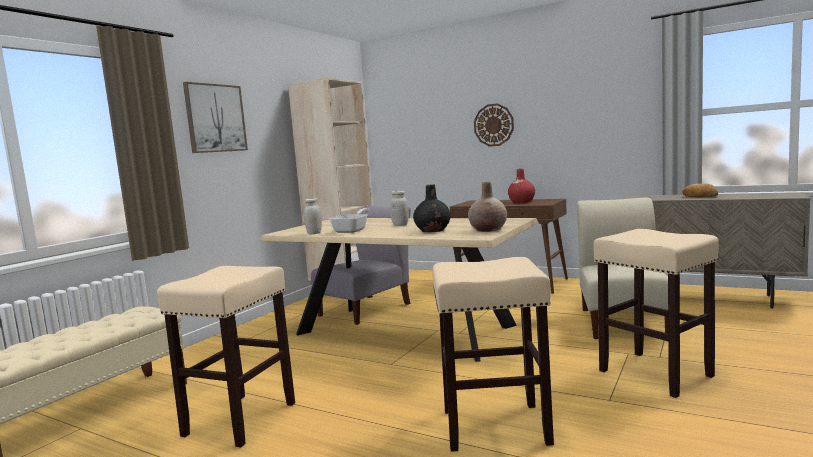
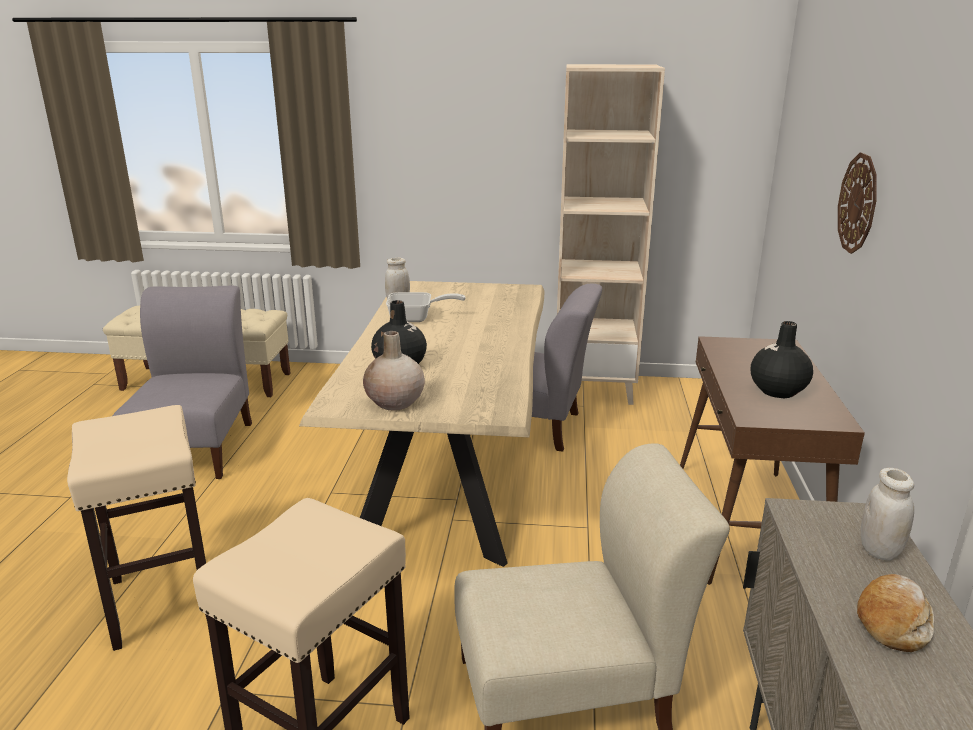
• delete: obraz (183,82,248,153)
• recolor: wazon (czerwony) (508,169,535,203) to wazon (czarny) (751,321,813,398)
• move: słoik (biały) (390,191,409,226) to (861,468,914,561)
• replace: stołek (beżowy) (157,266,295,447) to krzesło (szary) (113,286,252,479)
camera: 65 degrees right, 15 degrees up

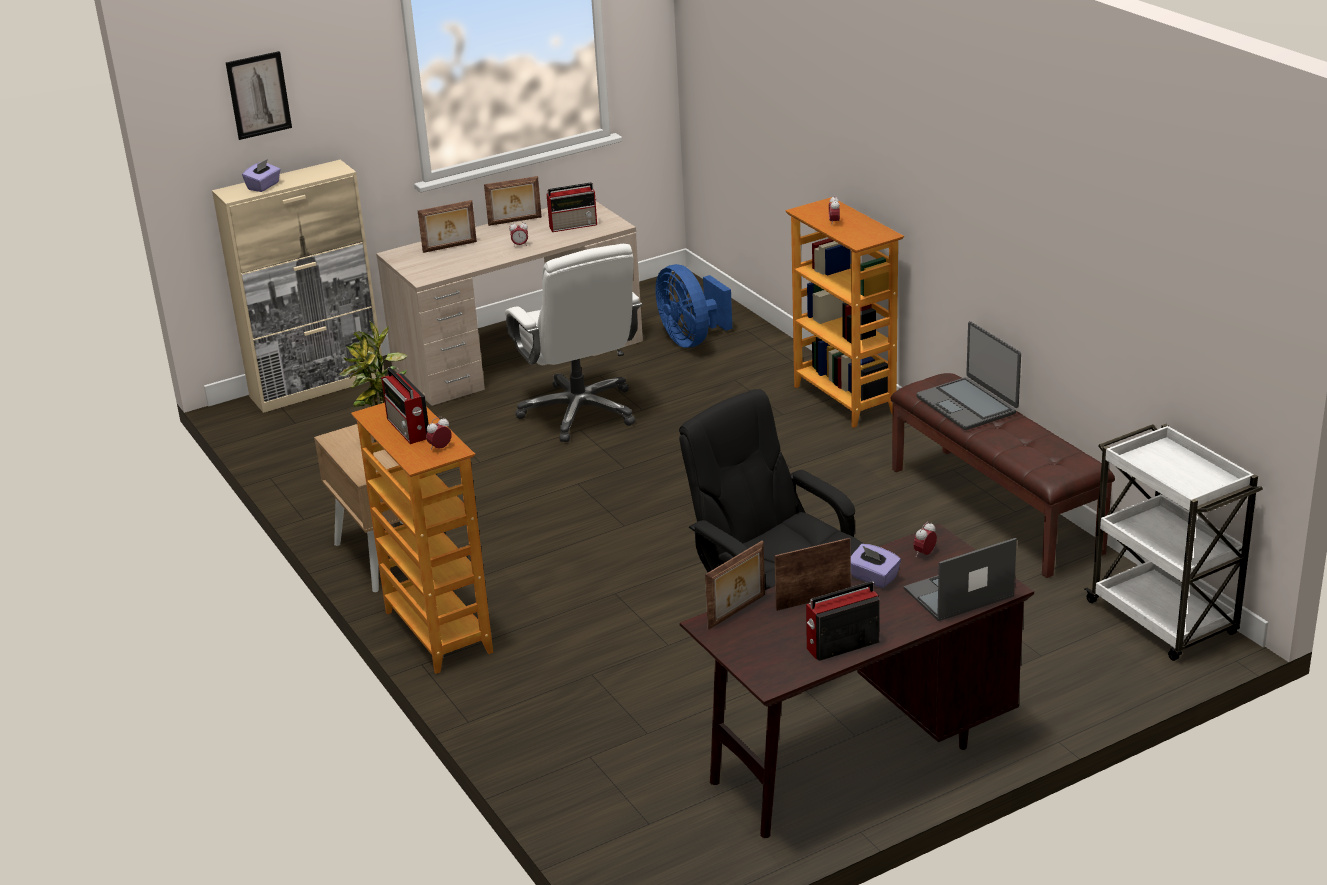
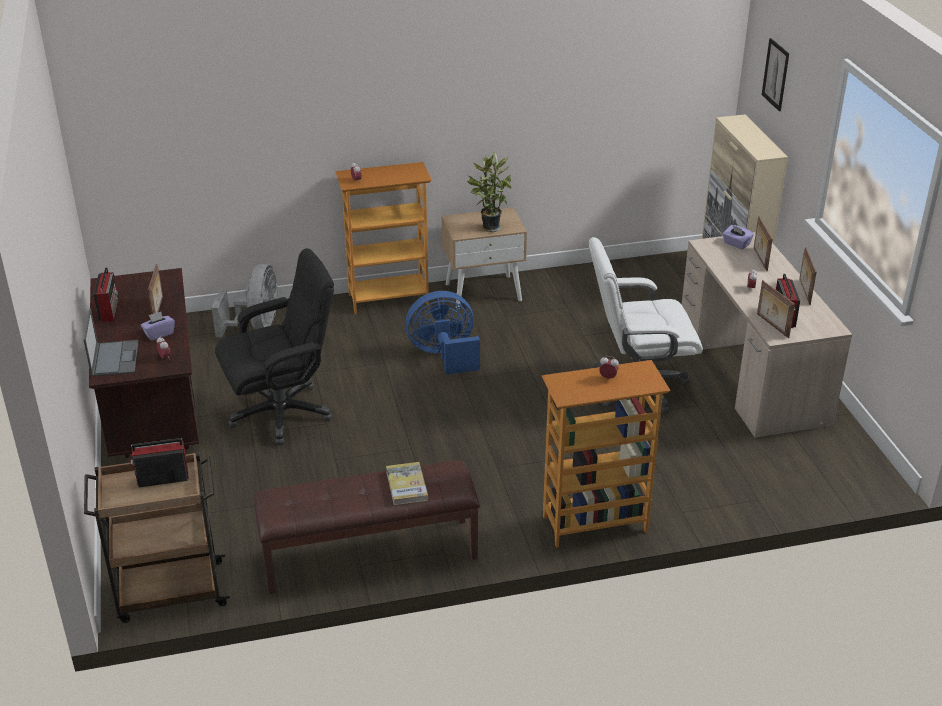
• move: pudełko chusteczek (fioletowy) (242,159,281,192) to (722,225,754,249)
• move: wentylator (niebieski) (656,264,732,348) to (405,291,480,374)
• replace: laptop (916,321,1021,430) to książka (386,462,428,505)
• move: radio (381,367,429,444) to (131,438,189,488)
• recolor: wózek (biały) (1084,424,1263,661) to wózek (brązowy) (84,452,230,623)
• move: ramka na zdjęcie (705,540,765,629) to (757,280,795,338)
• insert: wentylator (szary) (212,263,278,338)
camera: 105 degrees right, 5 degrees up

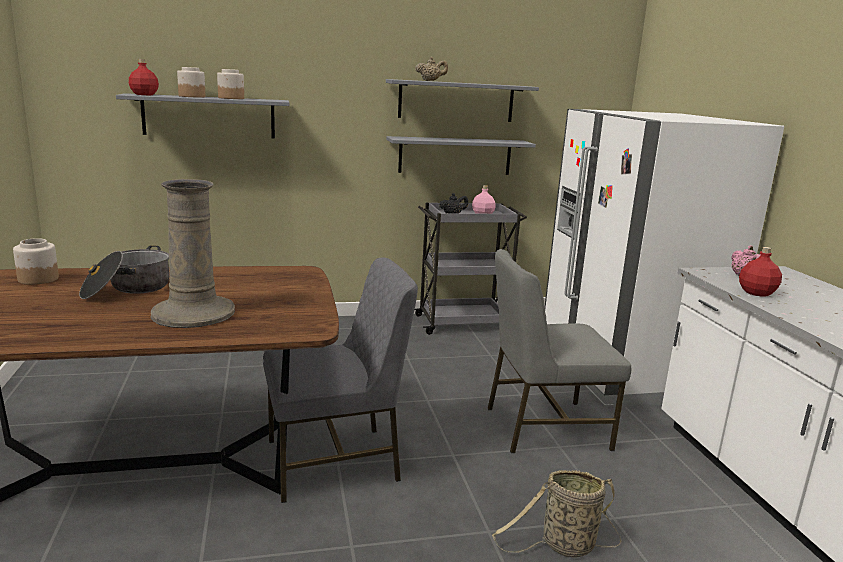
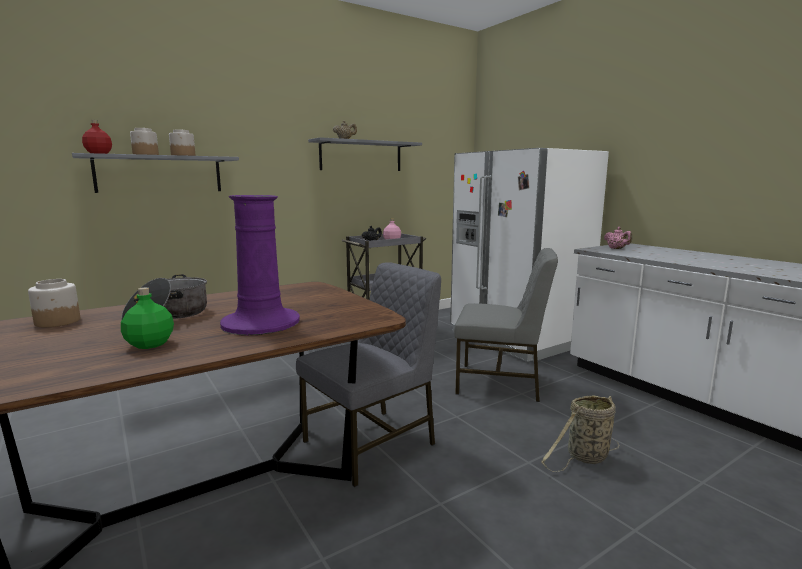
• delete: półka (szary) (386,136,536,175)
• recolor: wazon (beżowy) (151,179,235,328) to wazon (fioletowy) (220,195,300,335)
• delete: butelka (czerwony) (739,247,782,297)
• rotate: krzesło (szary) (488,249,631,453) = (454,248,558,402) 135 degrees counterclockwise
• insert: butelka (zielony) (121,287,174,349)
camera: 20 degrees left, 5 degrees down

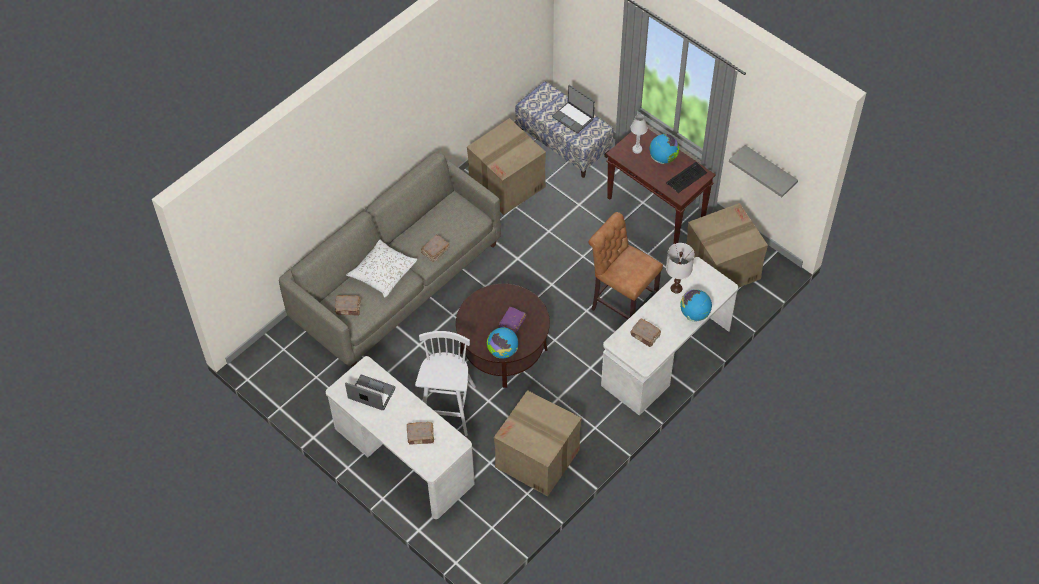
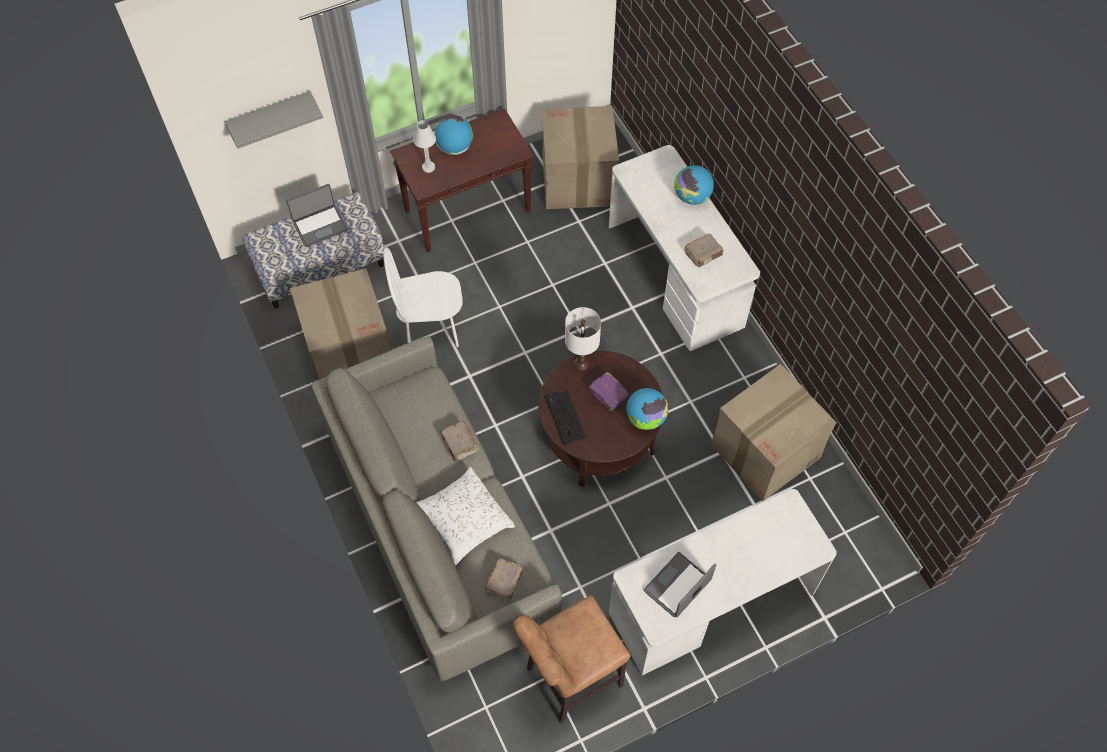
• move: półka (szary) (729,145,798,197) to (225,91,323,149)
• move: klawiatura (666,162,707,193) to (545,391,586,446)
• move: stołek (brązowy) (588,212,663,319) to (513,595,631,723)
• move: lampa stołowa (biały) (666,243,694,293) to (565,307,601,371)
• delete: stołek (biały) (415,331,476,436)
• delete: książka (brązowy) (407,422,434,444)
• insert: krzesło (biały) (384,247,462,347)
camera: 70 degrees left, 5 degrees up

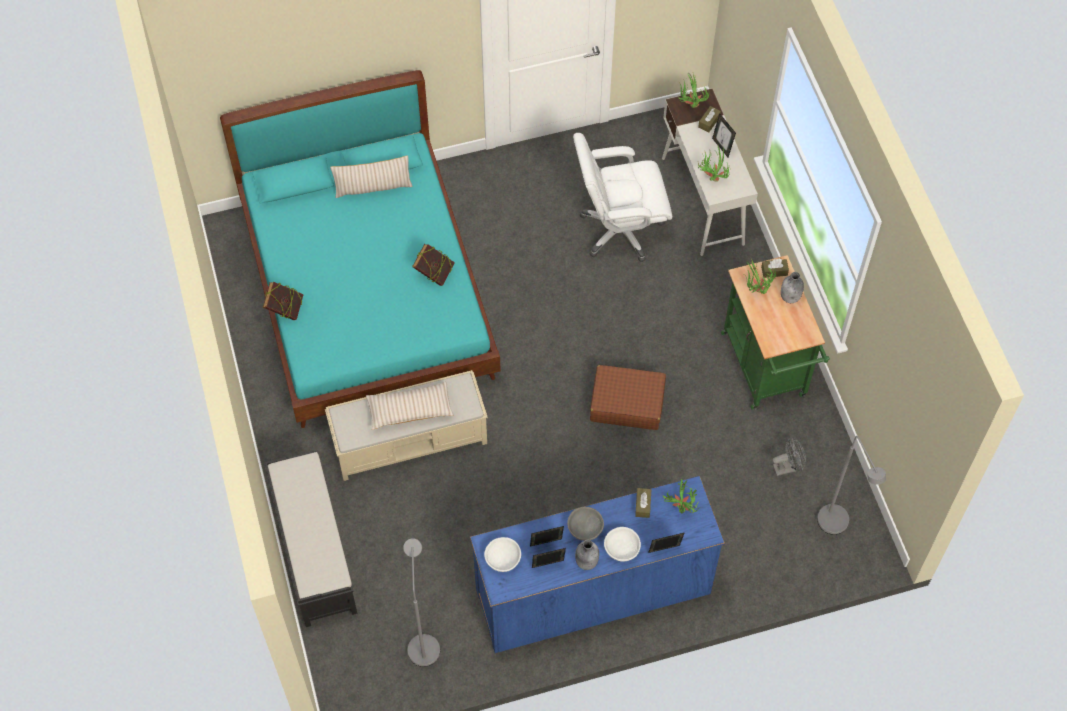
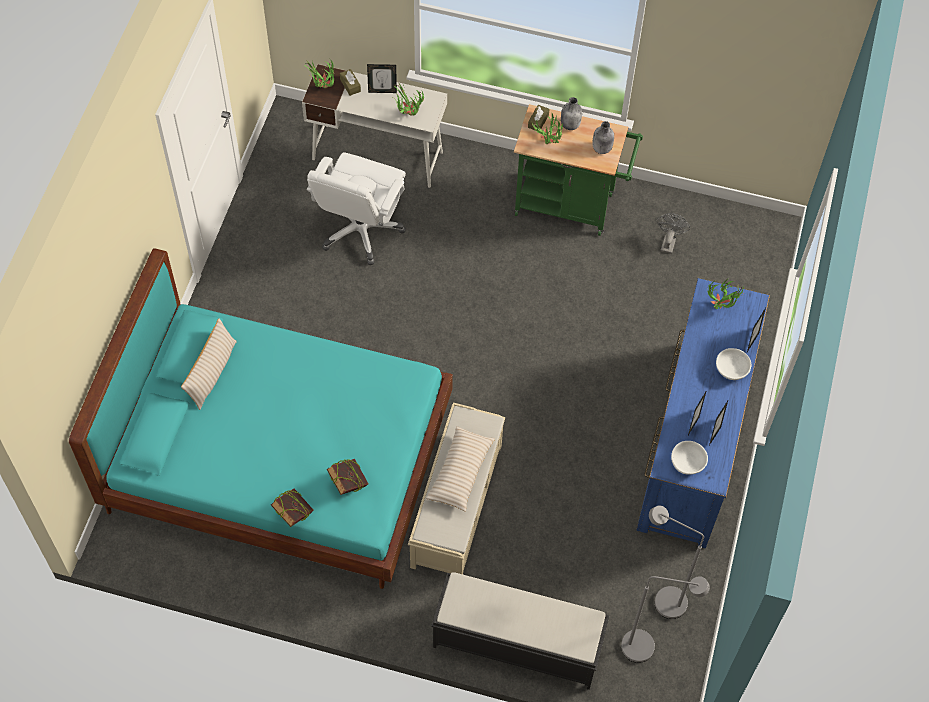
• move: książka (412,244,455,286) to (327,459,368,495)
• delete: walizka (brązowy) (590,365,666,430)
• move: lampa stojąca (szary) (817,436,886,535) to (621,576,710,663)
• delete: pudełko chusteczek (brązowy) (635,488,651,518)
• delete: miska (szary) (567,507,604,541)
• move: butelka (szary) (575,540,599,570) to (593,121,614,154)
camera: 60 degrees left, 0 degrees up

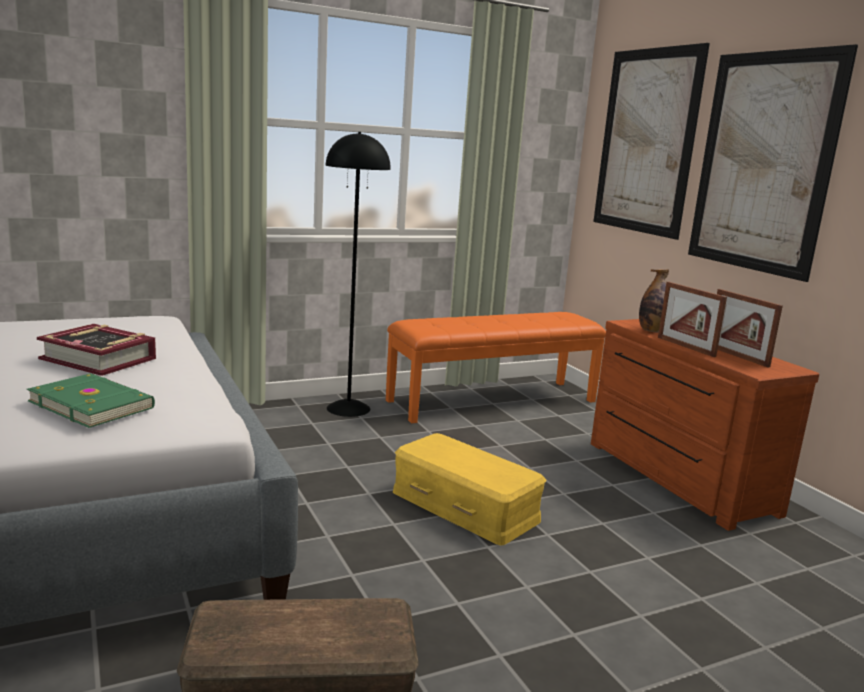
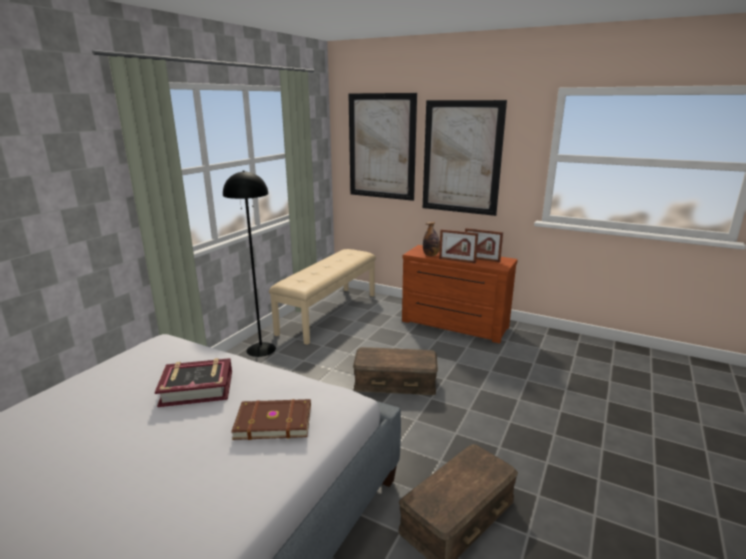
• recolor: ławka (pomarańczowy) (386,312,606,423) to ławka (beżowy) (269,249,376,345)
• recolor: książka (zielony) (27,373,155,428) to książka (brązowy) (231,399,311,440)
• recolor: pojemnik do przechowywania (żółty) (393,433,546,546) to pojemnik do przechowywania (brązowy) (353,347,438,395)
camera: 35 degrees left, 5 degrees up

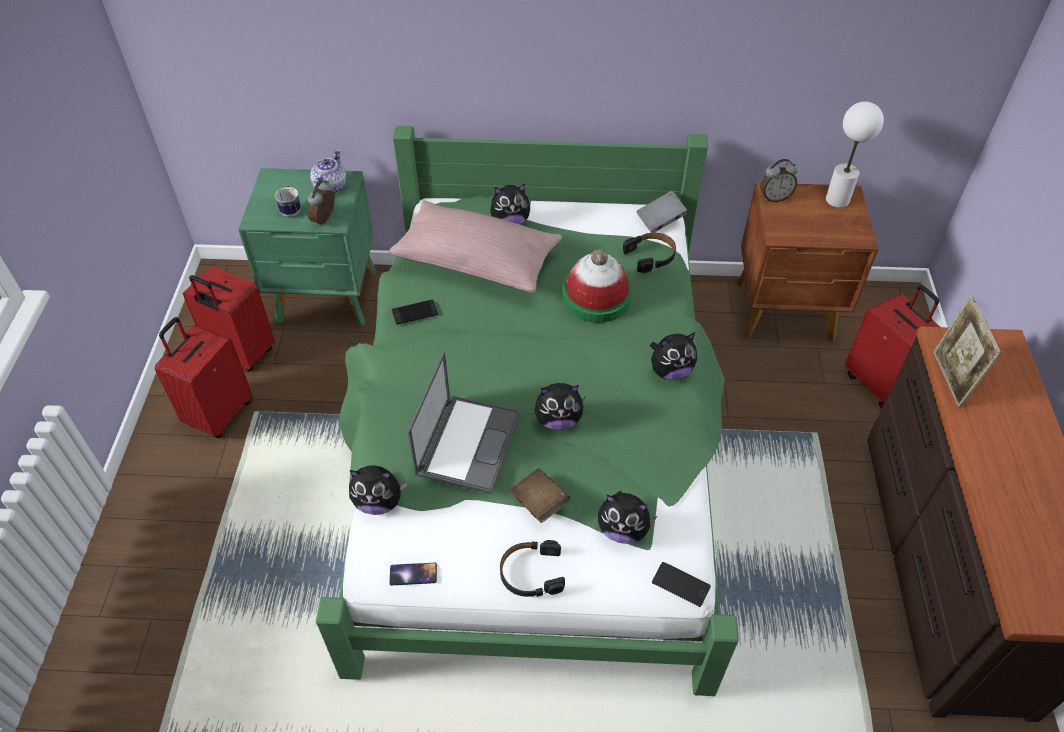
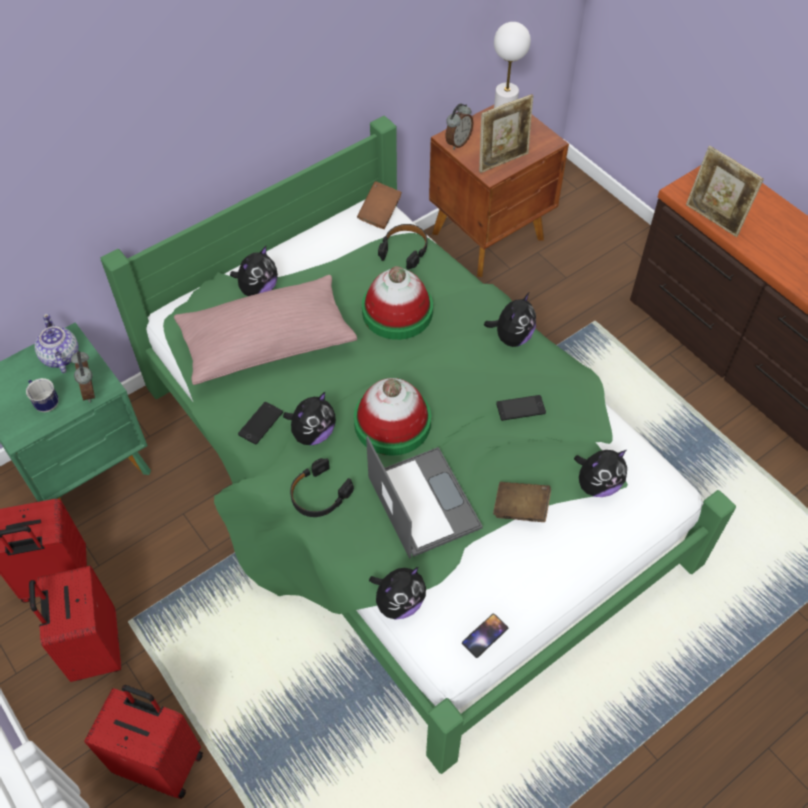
• recolor: książka (szary) (637,191,687,233) to książka (brązowy) (357,181,402,229)
• move: walizka (czerwony) (845,285,940,409) to (84,685,203,799)
• move: pluszak (535,383,585,431) to (283,392,336,445)
• move: słuchawki (czarny) (500,540,565,597) to (290,458,354,517)
• move: telefon (652,562,711,607) to (496,395,546,421)
• insert: ramka na zdjęcie (479,94,533,173)
• insert: kapelusz (354,378,431,456)
camera: 40 degrees left, 5 degrees up

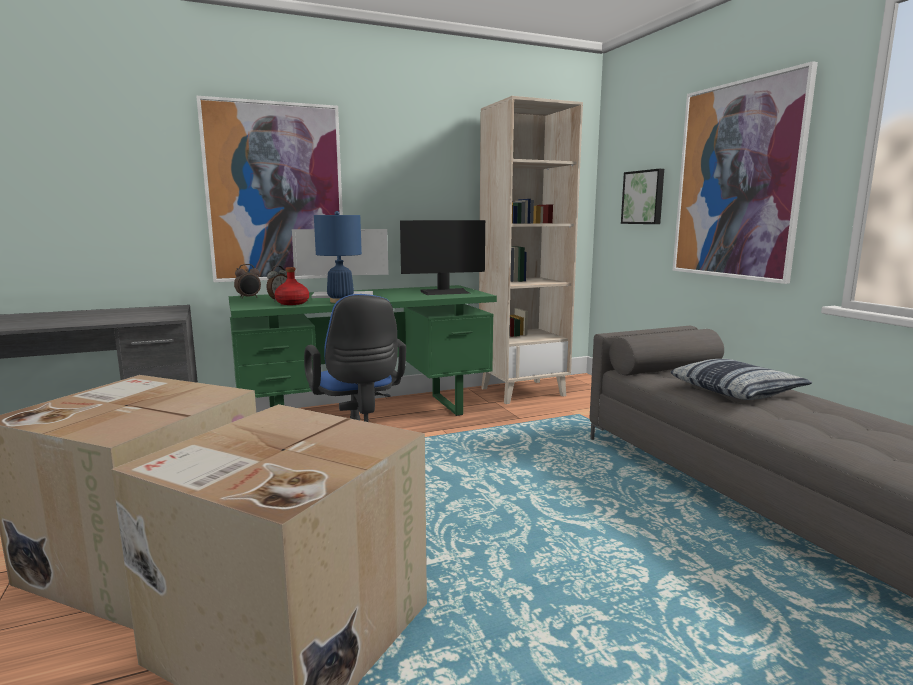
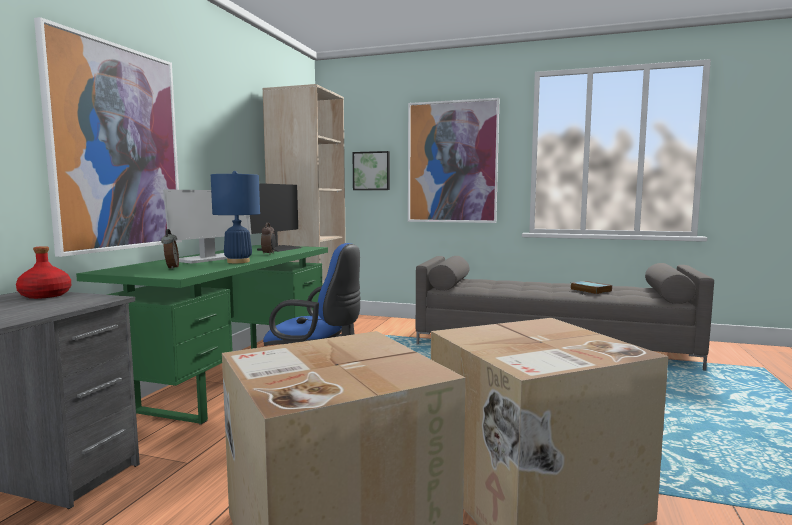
• move: budzik (234,264,261,299) to (261,223,276,255)
• move: butelka (czerwony) (275,267,309,305) to (16,246,71,299)
• delete: poduszka (671,359,812,400)
• insert: książka (571,281,612,294)
camera: 50 degrees left, 5 degrees down

